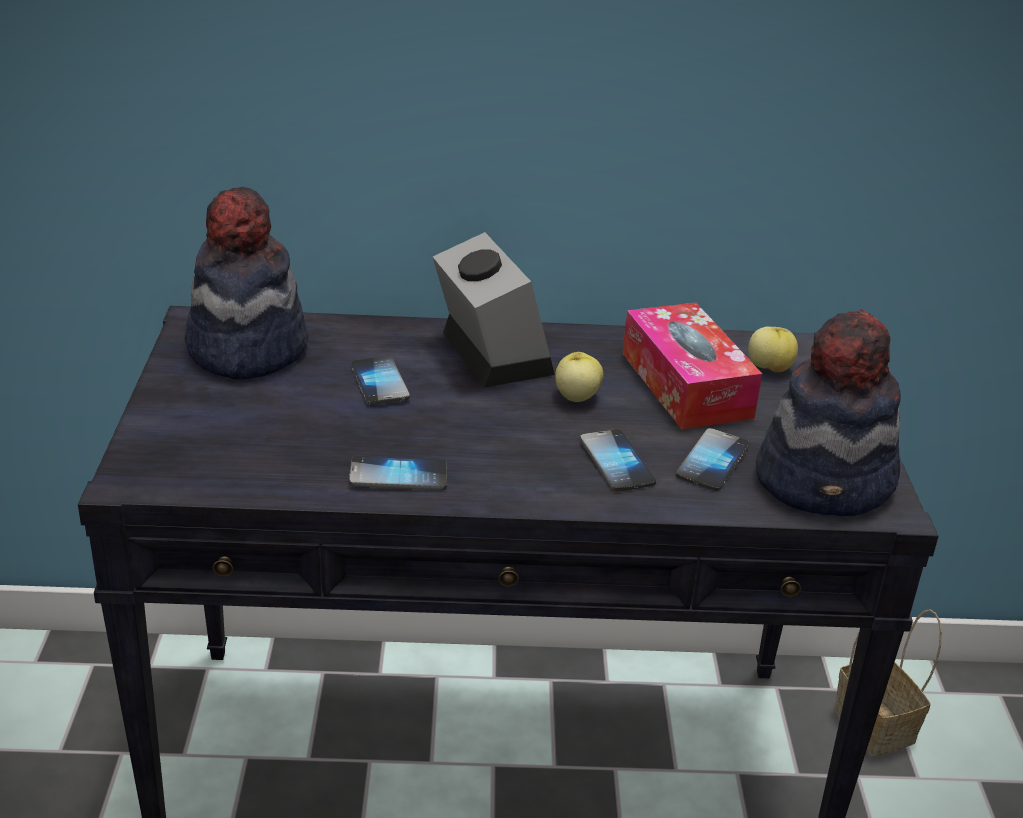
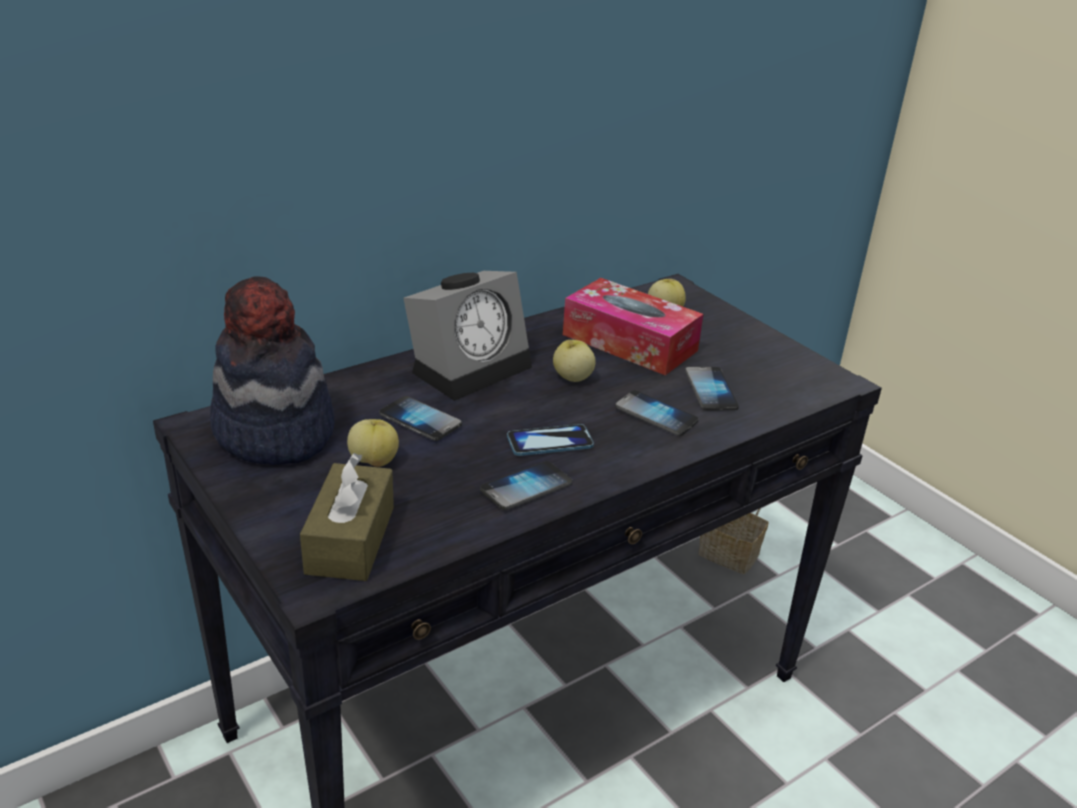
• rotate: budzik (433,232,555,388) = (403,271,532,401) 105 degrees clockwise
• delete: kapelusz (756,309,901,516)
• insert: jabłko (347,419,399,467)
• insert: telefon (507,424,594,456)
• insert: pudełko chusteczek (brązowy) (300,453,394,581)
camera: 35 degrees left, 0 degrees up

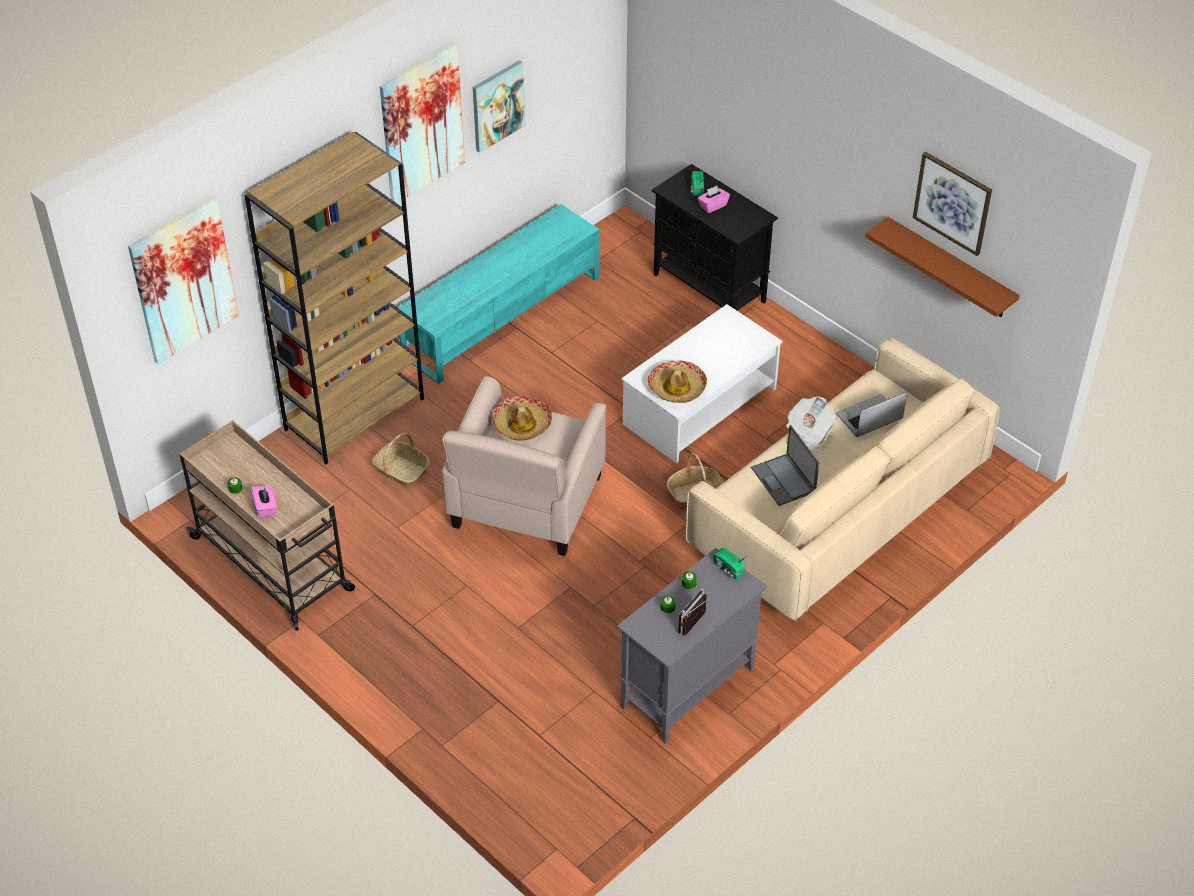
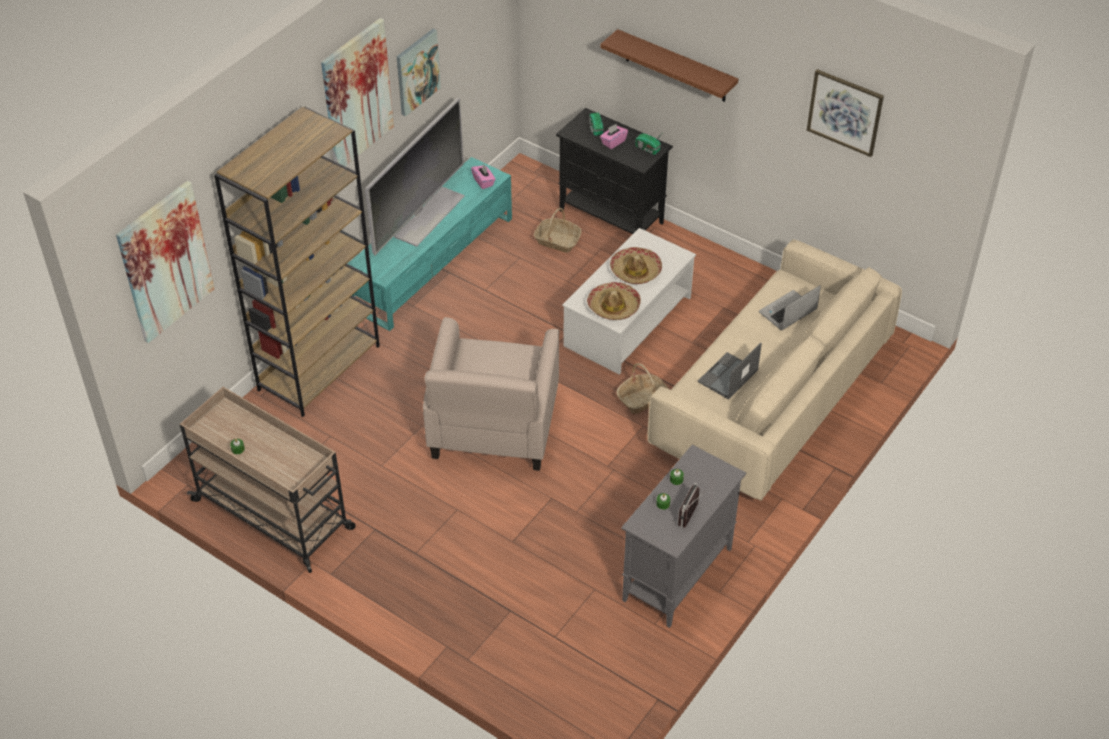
• move: półka (brązowy) (865,217,1020,317) to (600,29,738,102)
• move: kapelusz (491,396,552,441) to (610,247,662,284)
• delete: gazeta (786,396,836,449)
• rotate: laptop (751,425,819,506) = (698,343,762,400) 75 degrees clockwise
• move: koszyk (372,433,430,487) to (534,208,581,253)
• move: pudełko chusteczek (różowy) (251,486,277,518) to (471,164,495,189)
• move: radio (713,548,749,580) to (635,133,662,155)
• insert: telewizor (365,98,465,255)
camera: 10 degrees left, 0 degrees up

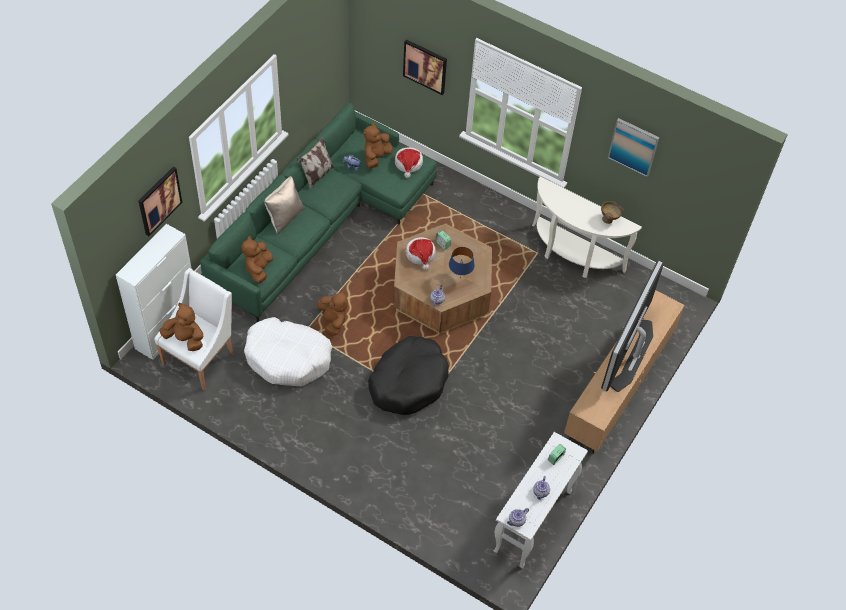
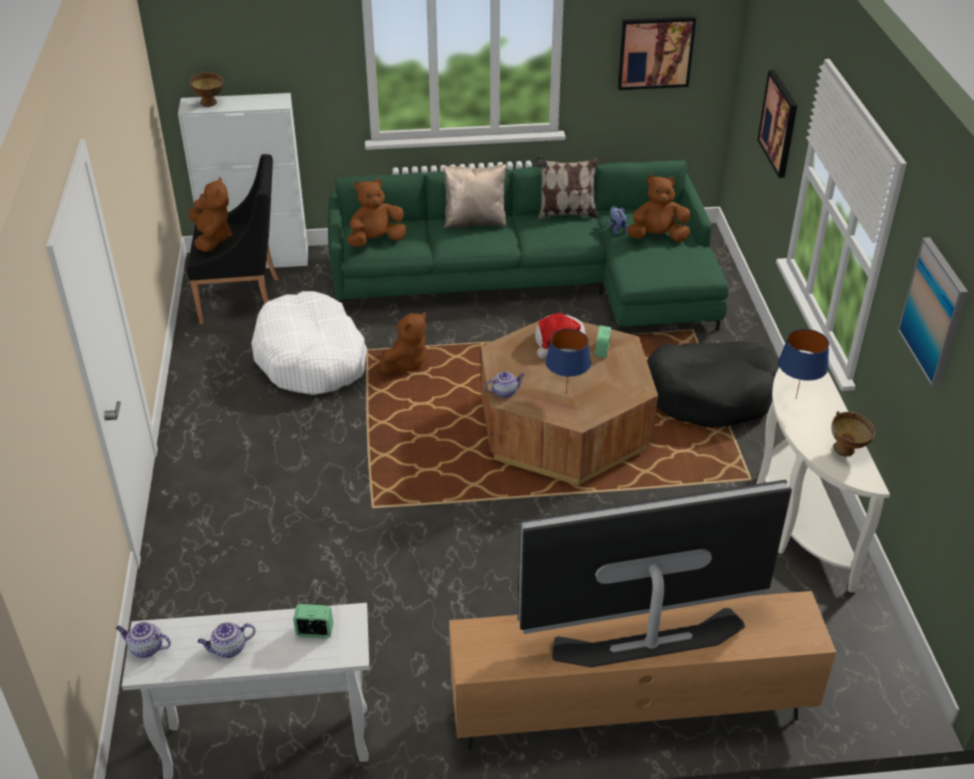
• delete: kapelusz (395,147,423,178)
• move: obraz (138,167,182,236) to (617,16,696,90)
• recolor: fotel (biały) (155,268,235,390) to fotel (czarny) (187,154,278,324)
• move: legowisko (czarny) (368,336,449,415) to (647,341,779,427)
• insert: miska (brązowy) (190,71,223,107)
• insert: lampa stołowa (niebieski) (778,329,829,398)
camera: 55 degrees right, 15 degrees down

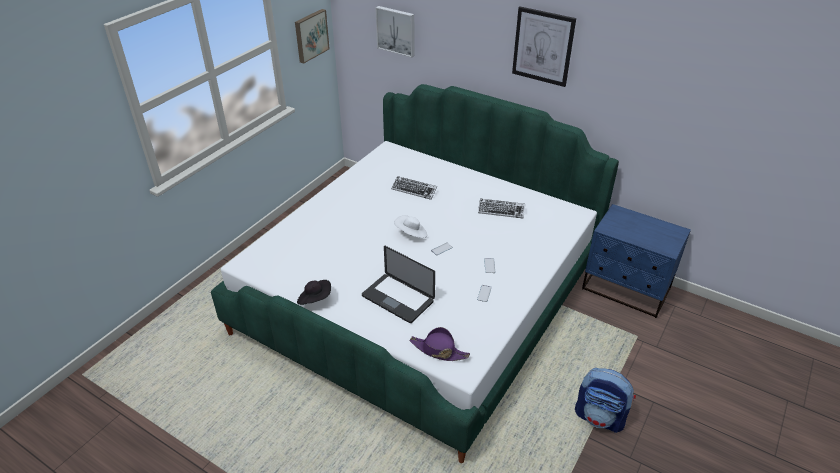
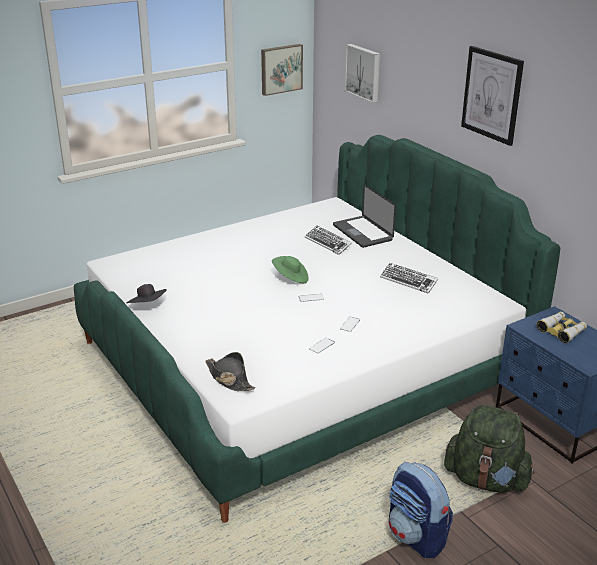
• recolor: kapelusz (biały) (394,215,427,238) to kapelusz (zielony) (272,256,309,283)
• move: laptop (362,246,435,323) to (333,184,396,248)
• recolor: kapelusz (fioletowy) (410,327,470,361) to kapelusz (czarny) (206,352,256,391)
• insert: lornetka (537,312,587,343)
• insert: plecak (zielony) (444,405,535,493)
camera: 25 degrees right, 10 degrees down

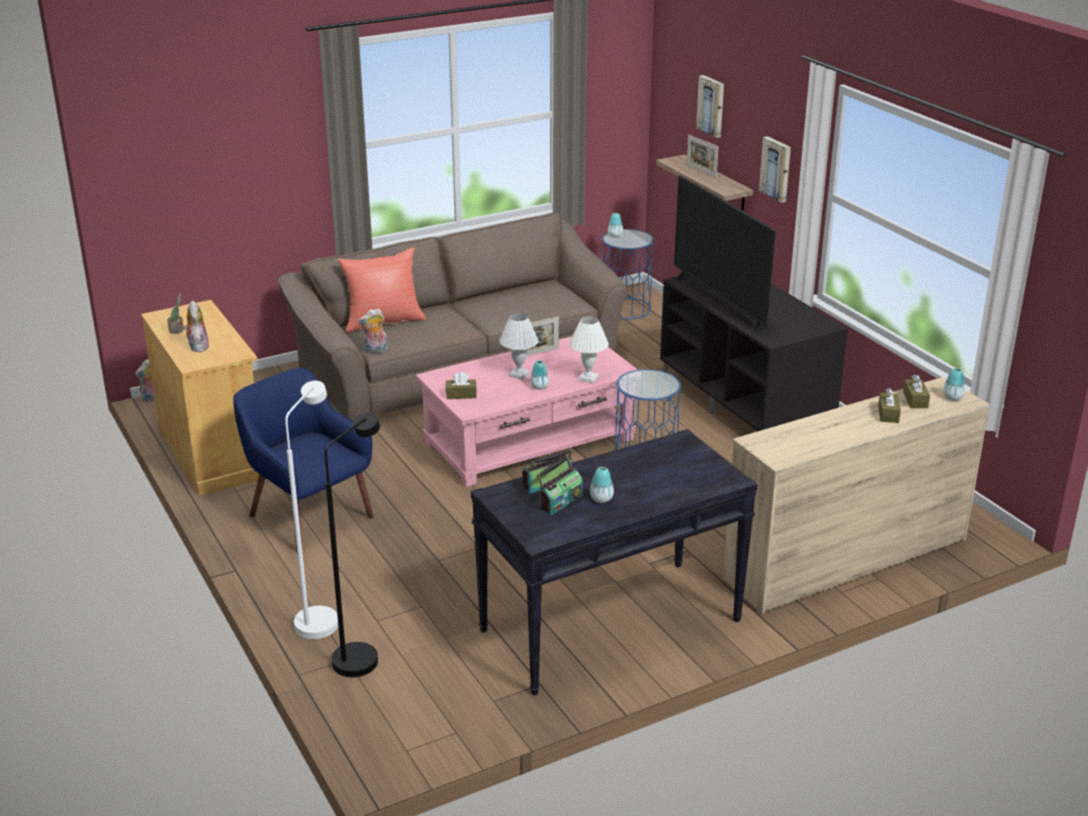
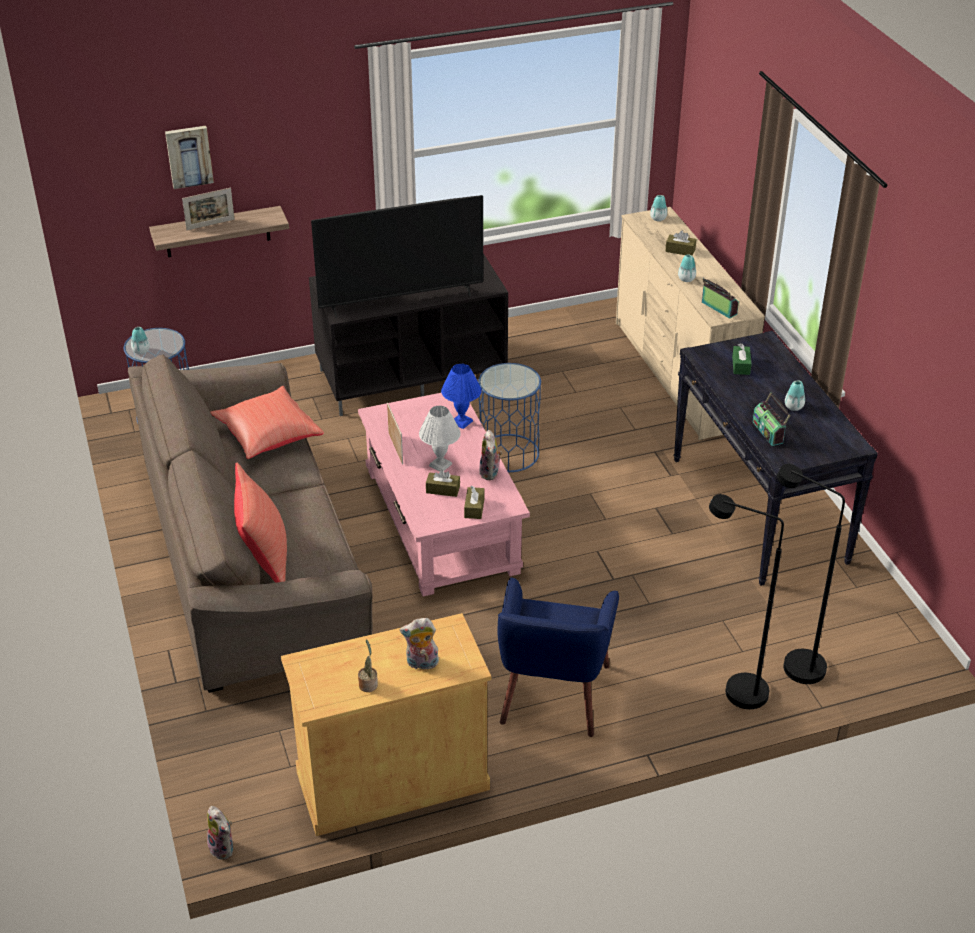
• delete: obraz (759,136,791,203)
• move: pluszak (358,308,388,354) to (479,430,502,480)
• recolor: lampa stołowa (biały) (569,317,609,383) to lampa stołowa (niebieski) (441,364,482,429)
• move: wazon (530,360,549,390) to (678,254,696,282)
• rotate: fotel (niebieski) (233,368,374,552) = (498,578,619,737) 45 degrees counterclockwise
• move: pudełko chusteczek (brązowy) (903,374,930,408) to (426,470,460,497)
• recolor: lampa stojąca (biały) (285,381,338,639) to lampa stojąca (czarny) (709,494,784,709)
• move: radio (537,456,583,515) to (702,278,739,319)
• insert: pudełko chusteczek (zielony) (732,343,751,375)
• insert: poduszka (czerwony) (210,386,324,459)
camera: 80 degrees left, 10 degrees up

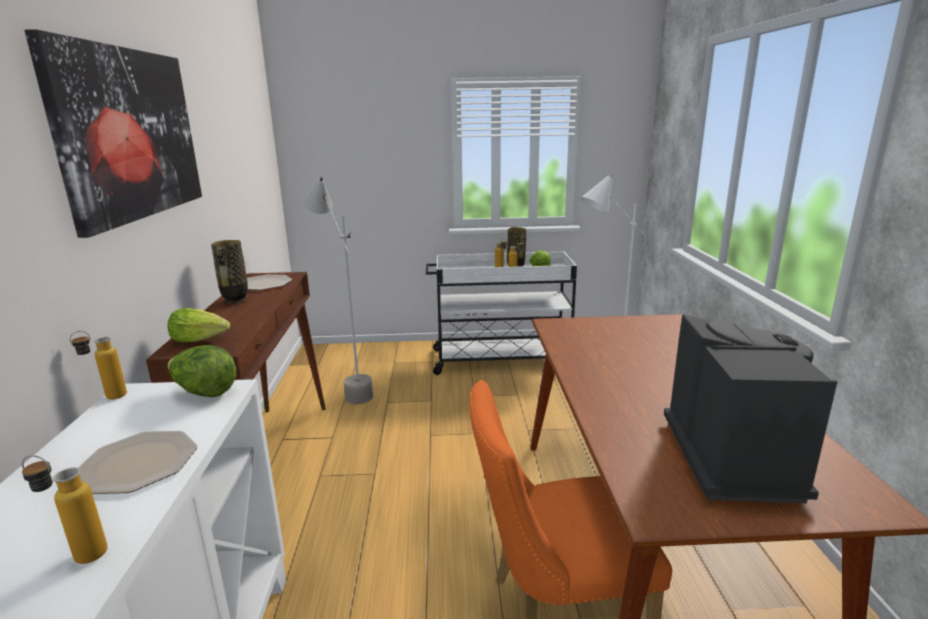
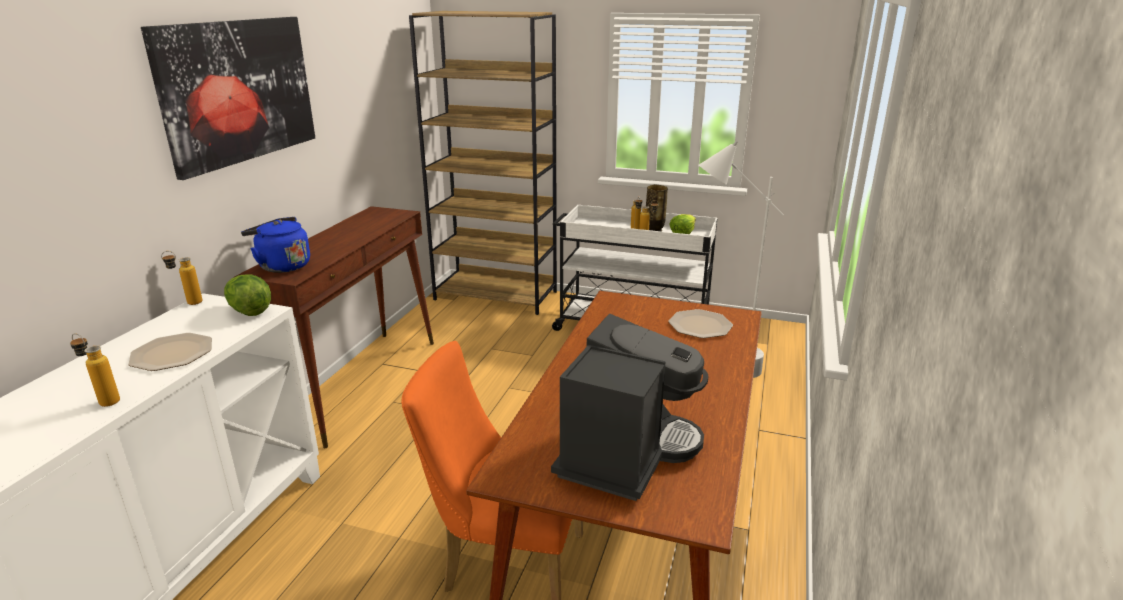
• delete: lampa stojąca (szary) (303,177,373,404)
• delete: wazon (211,240,248,304)
• move: talerz (247,274,292,290) to (668,309,733,338)
• replace: sałata (167,308,230,342) to czajnik (niebieski) (241,217,310,273)
• insert: regał (brązowy) (409,11,557,315)
camera: 20 degrees right, 5 degrees up

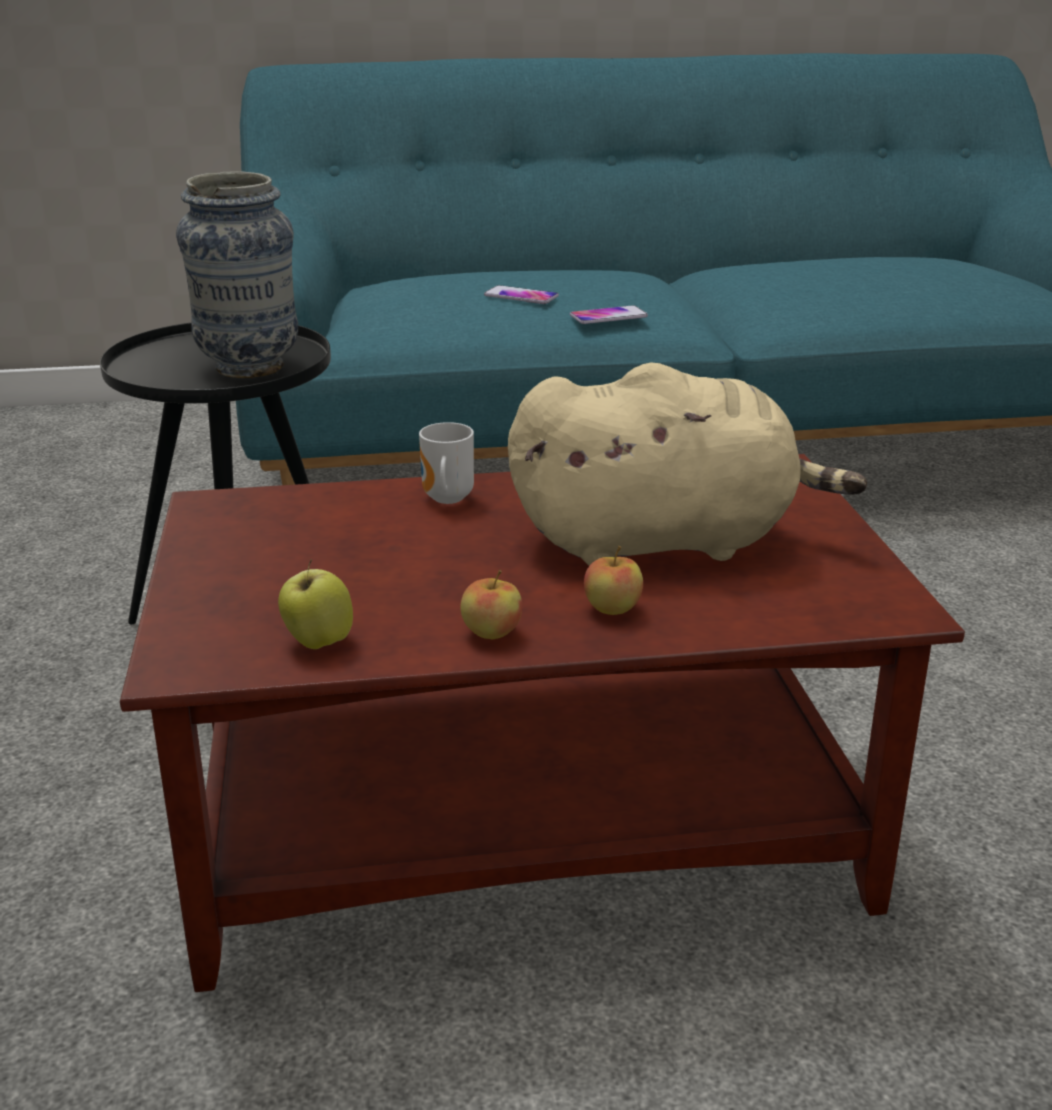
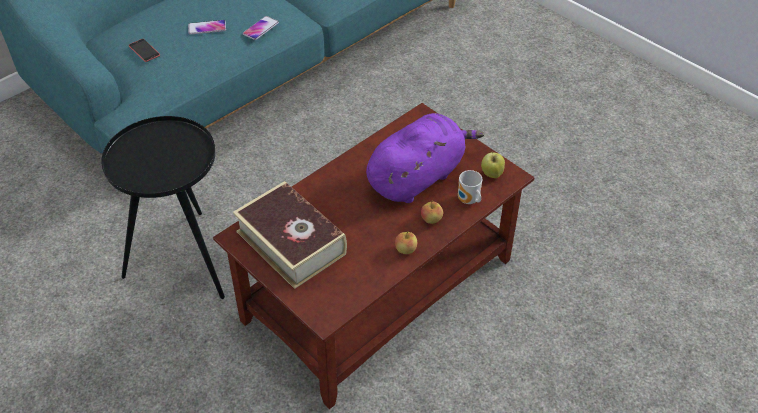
• delete: wazon (176,171,298,378)
• recolor: pluszak (beżowy) (508,362,868,566) to pluszak (fioletowy) (366,113,484,203)
• move: kubek (419,422,474,504) to (458,170,482,204)
• move: jabłko (278,559,353,649) to (481,152,505,178)
• insert: telefon (129,39,160,62)
• insert: książka (233,181,347,289)
camera: 35 degrees left, 20 degrees up

